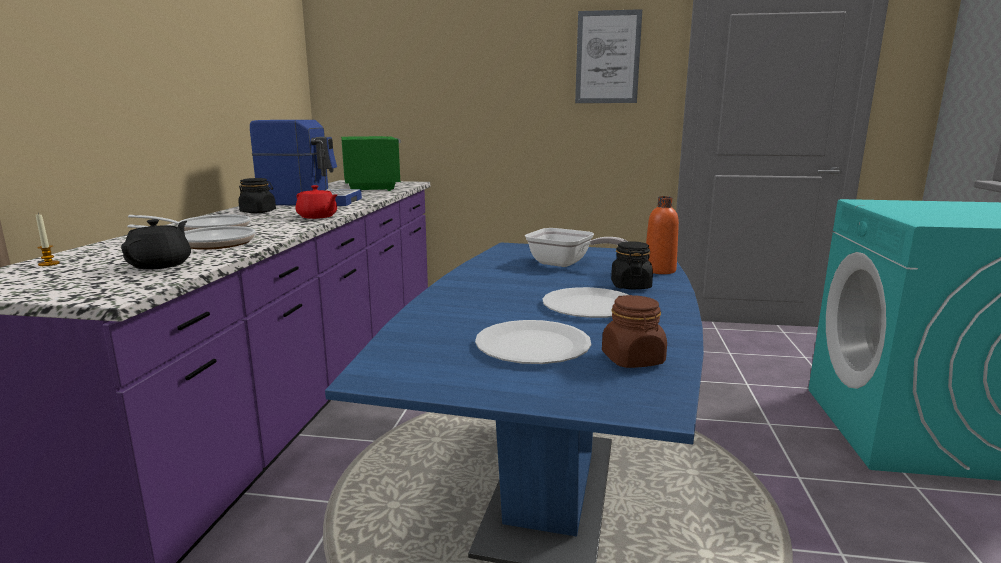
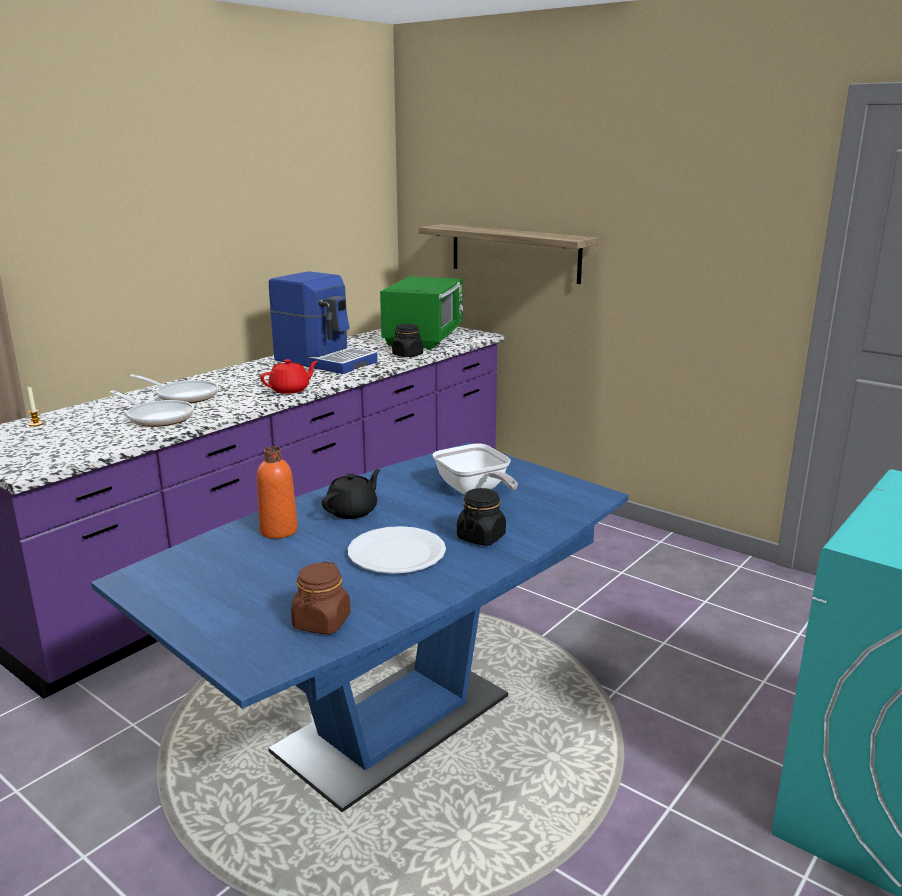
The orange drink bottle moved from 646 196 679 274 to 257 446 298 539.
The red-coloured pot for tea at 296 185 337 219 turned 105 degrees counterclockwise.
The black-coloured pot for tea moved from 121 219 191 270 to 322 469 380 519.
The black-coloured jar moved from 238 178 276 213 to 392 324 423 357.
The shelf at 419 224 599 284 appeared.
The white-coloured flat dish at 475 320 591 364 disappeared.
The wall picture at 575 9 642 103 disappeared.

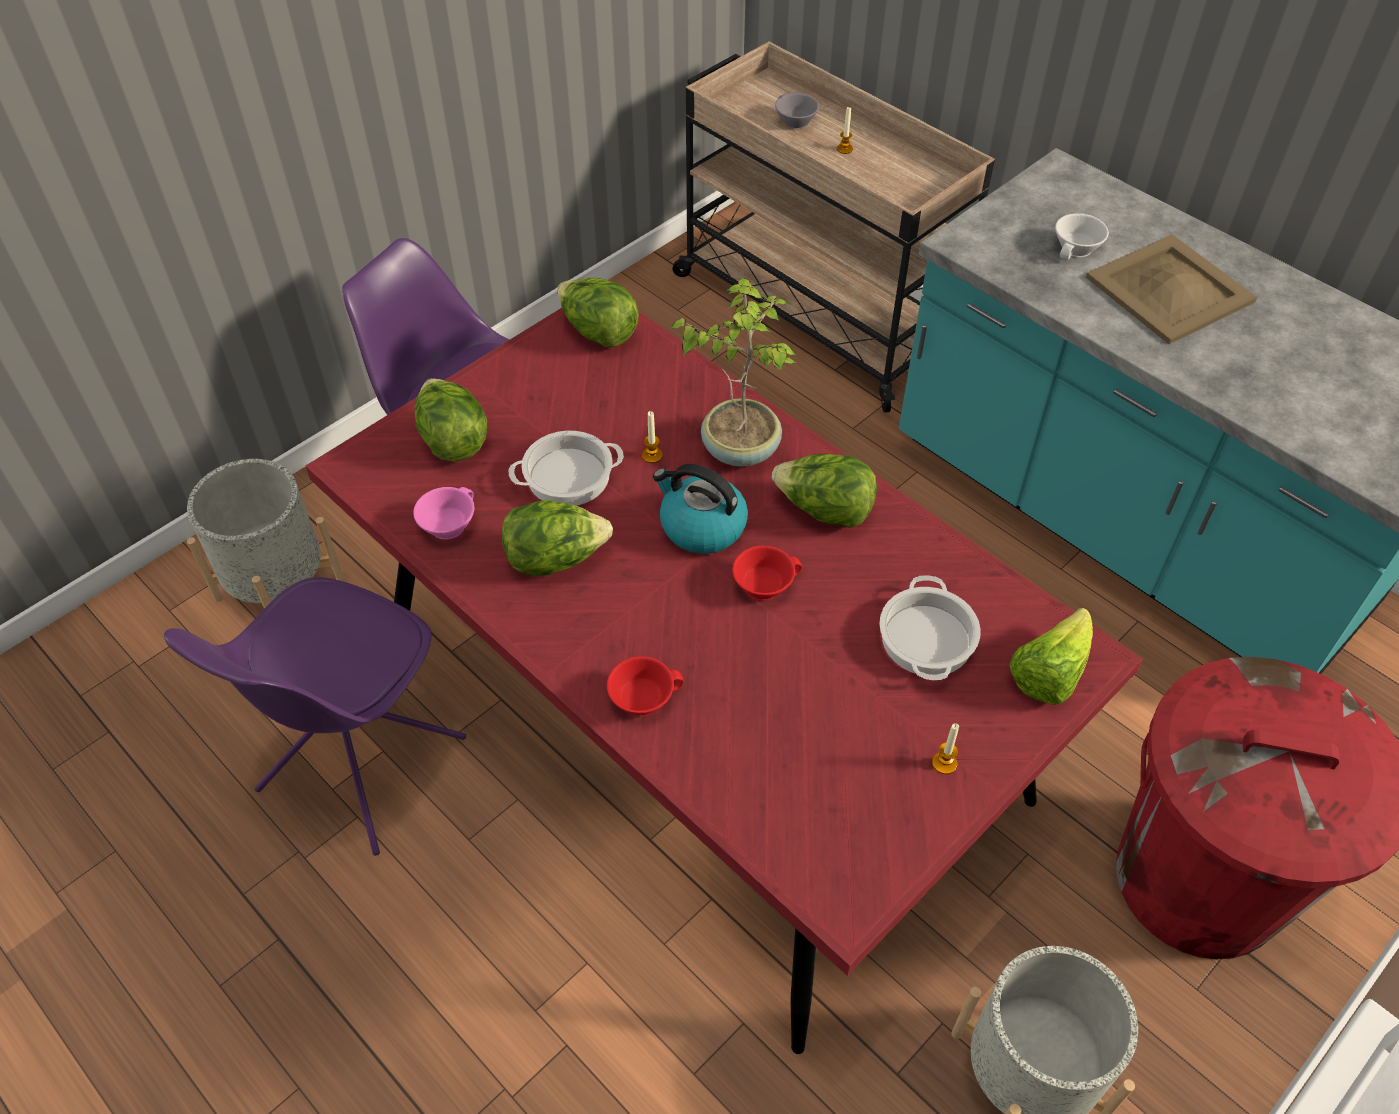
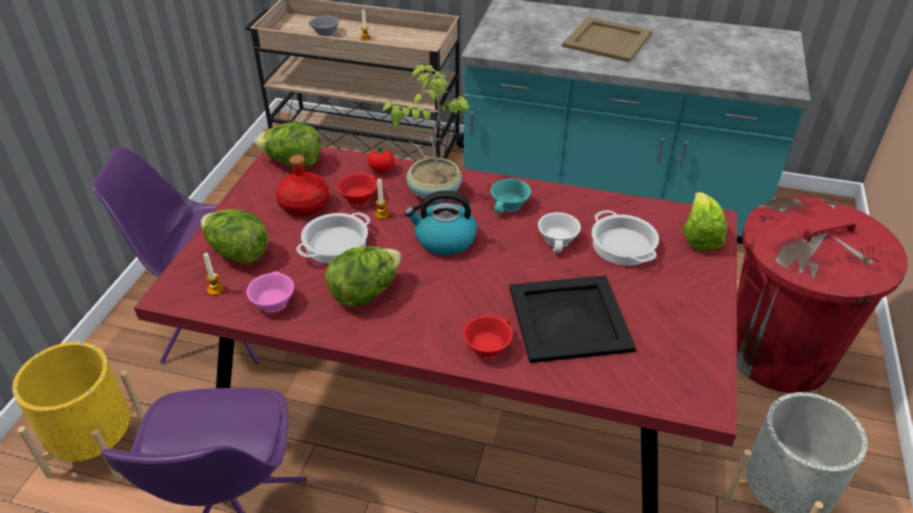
The grey plant pot at 187 459 344 609 became the yellow-coloured plant pot at 12 342 145 481.
The wax candle moved from 932 723 959 774 to 203 253 224 295.
The red-coloured drink bottle at 276 155 329 215 appeared.
The red-coloured drinking cup moved from 732 545 802 601 to 337 173 377 206.
The tomato at 368 145 394 172 appeared.
The head of lettuce at 772 454 877 528 was replaced by the blue-green drinking cup at 490 179 531 214.
The black-coloured tray at 509 275 636 363 appeared.
The white-coloured drinking cup moved from 1055 213 1109 260 to 538 212 581 253.

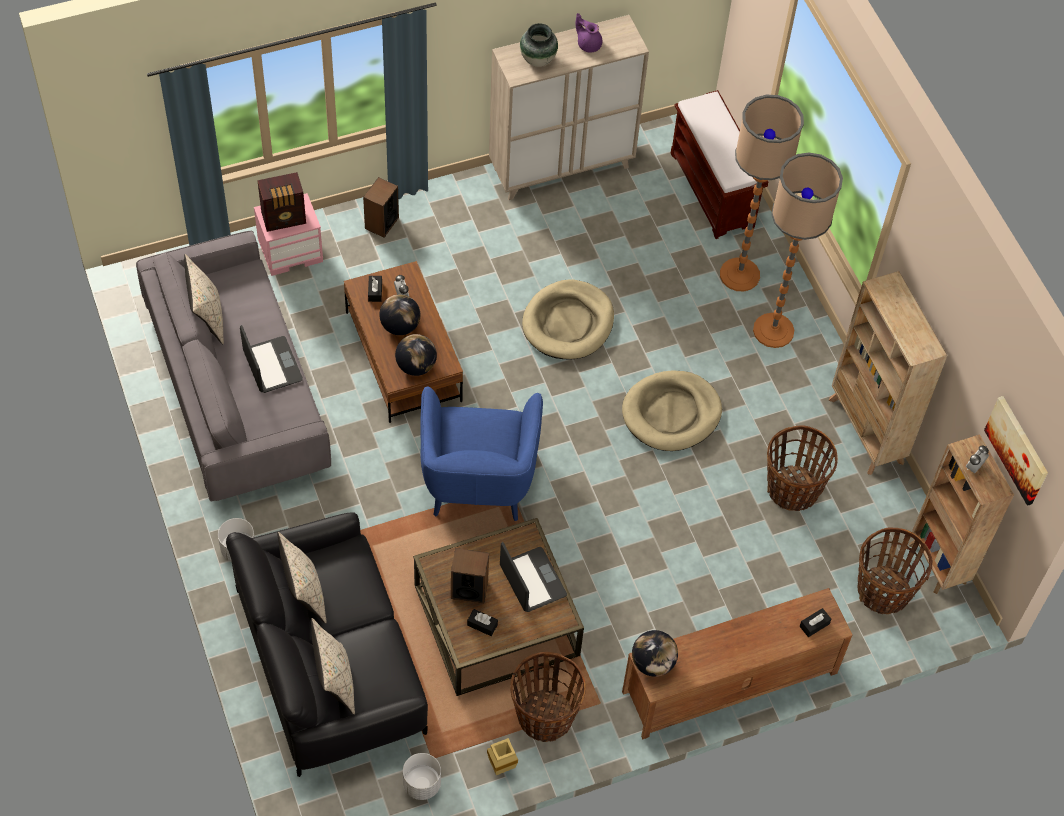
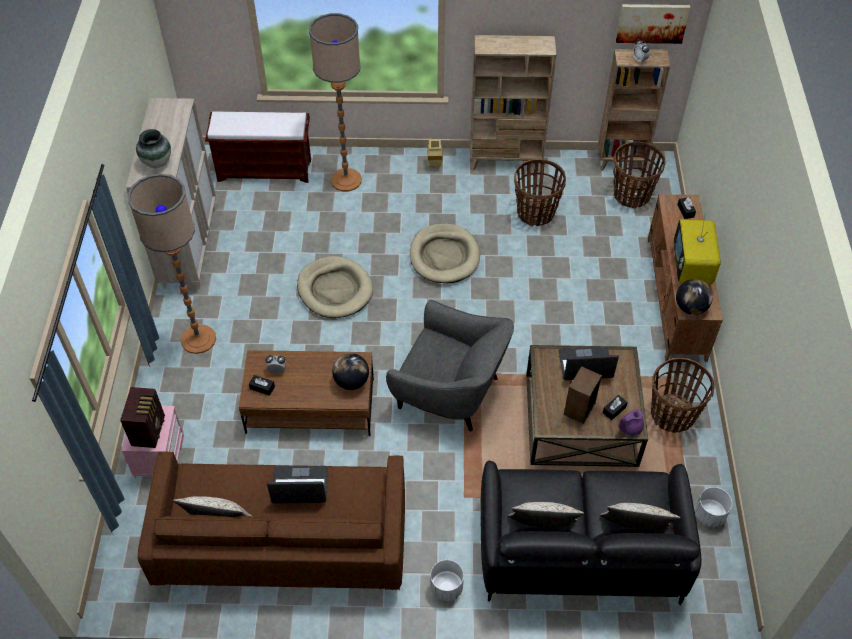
The floor lamp moved from 753 153 843 348 to 128 174 216 354.
The grey sofa at 136 231 331 501 became the brown-coloured sofa at 138 451 405 590.
The blue lounge chair at 420 387 543 521 became the grey lounge chair at 386 300 514 432.
The sand-coloured vase moved from 487 738 518 775 to 427 140 443 168.
The purple-coloured pot for tea moved from 575 13 602 52 to 619 409 644 436.
The TV set at 674 214 721 284 appeared.
The speaker at 363 177 399 238 disappeared.
The world globe at 379 294 420 335 disappeared.

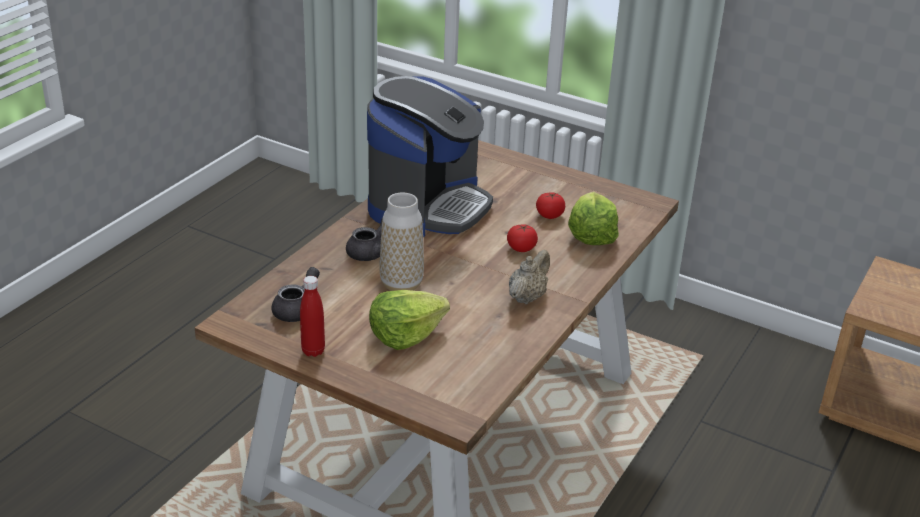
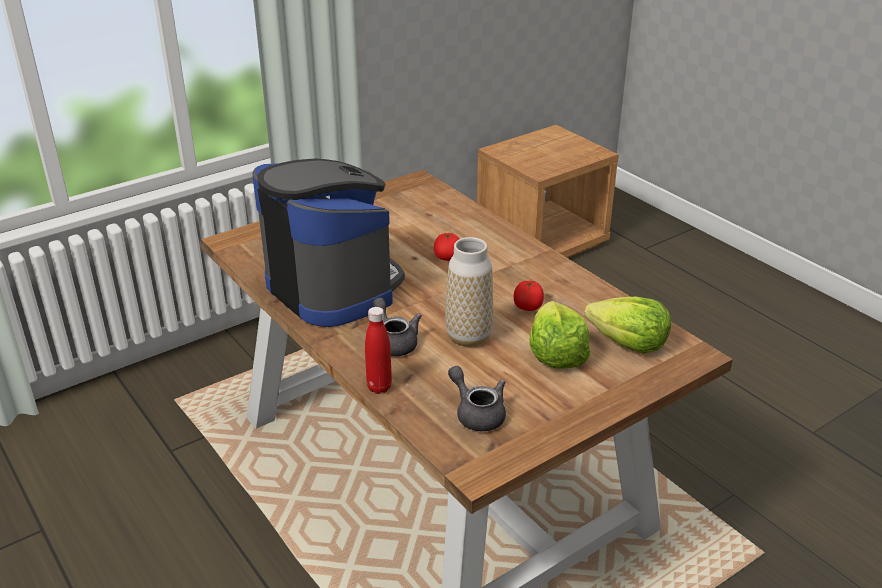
The red-coloured drink bottle moved from 300 276 325 357 to 365 307 392 394.
The tomato moved from 536 192 565 219 to 513 280 544 311.
The head of lettuce moved from 568 192 619 245 to 584 297 671 354.
The sand-coloured pot for tea at 509 250 550 304 disappeared.

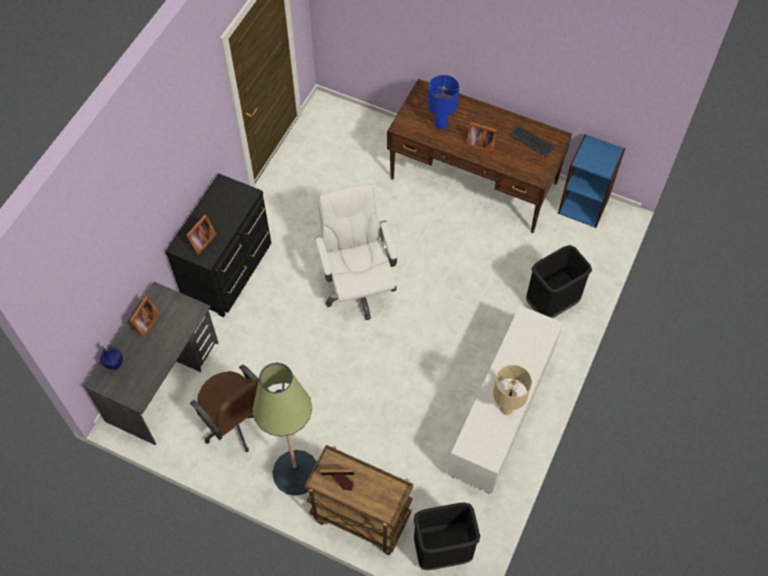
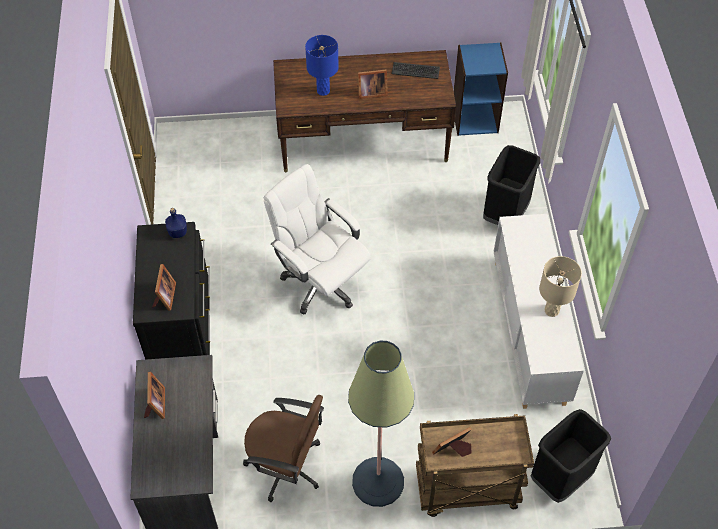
The blue drink bottle moved from 100 345 123 370 to 165 208 187 238.

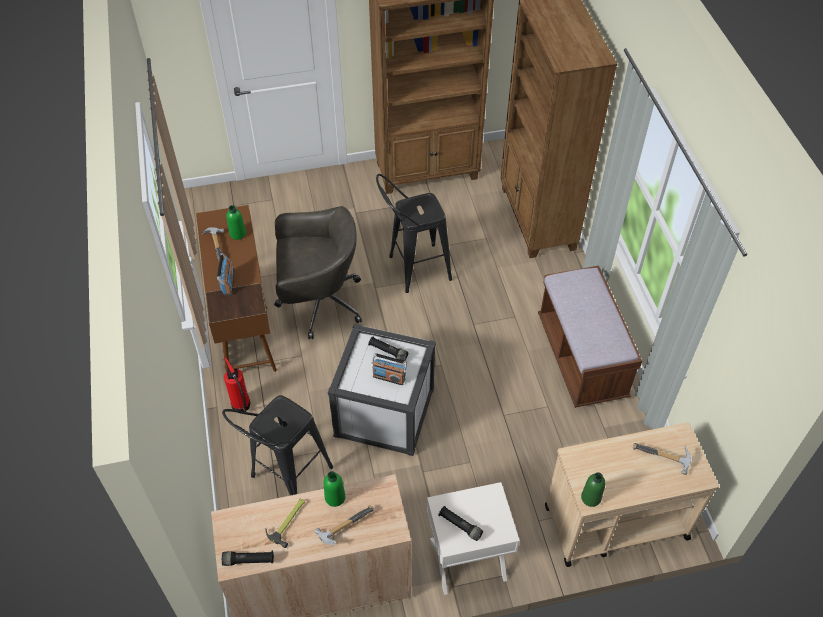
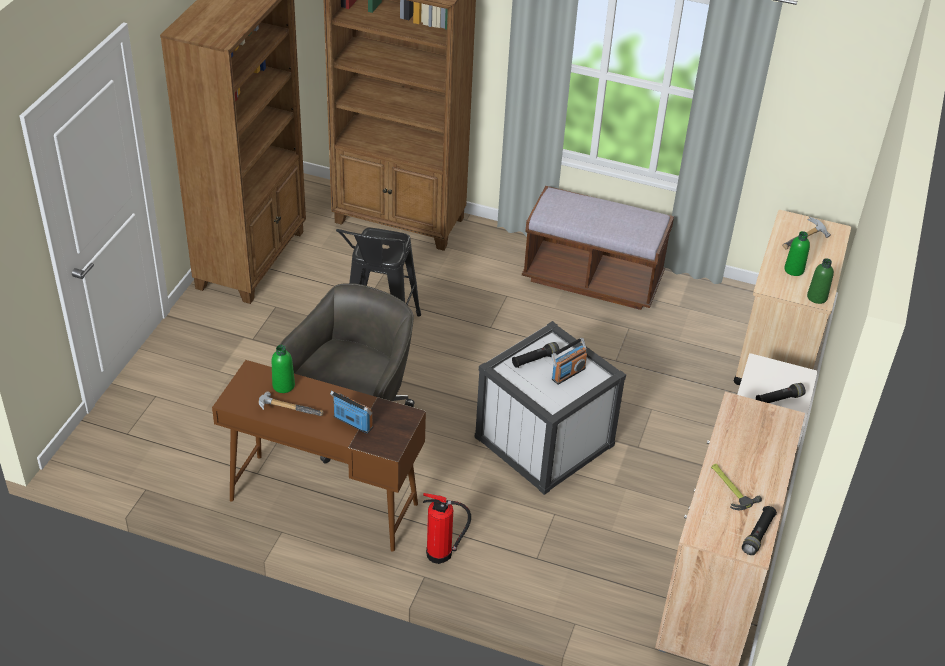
The green drink bottle moved from 323 471 345 507 to 784 231 810 276.
The black-coloured stool seat at 222 395 333 496 disappeared.
The tool hammer at 315 505 374 545 disappeared.

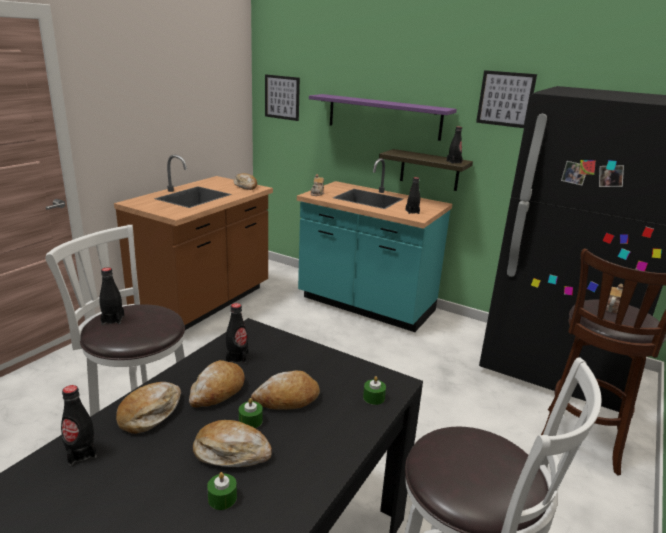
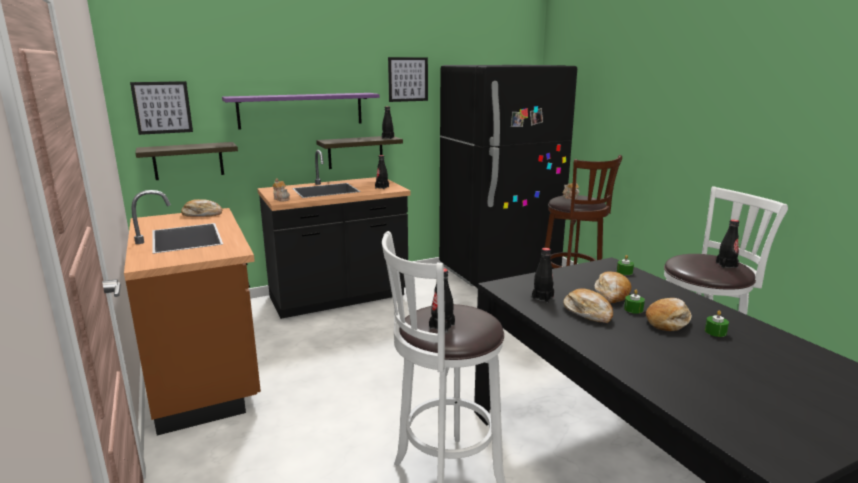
The shelf at 136 142 238 180 appeared.
The blue-green kitchen counter at 297 158 452 332 became the black-coloured kitchen counter at 257 150 410 319.
The black-coloured drink bottle moved from 61 385 97 466 to 716 220 739 268.
The bakery bread at 116 382 181 434 disappeared.

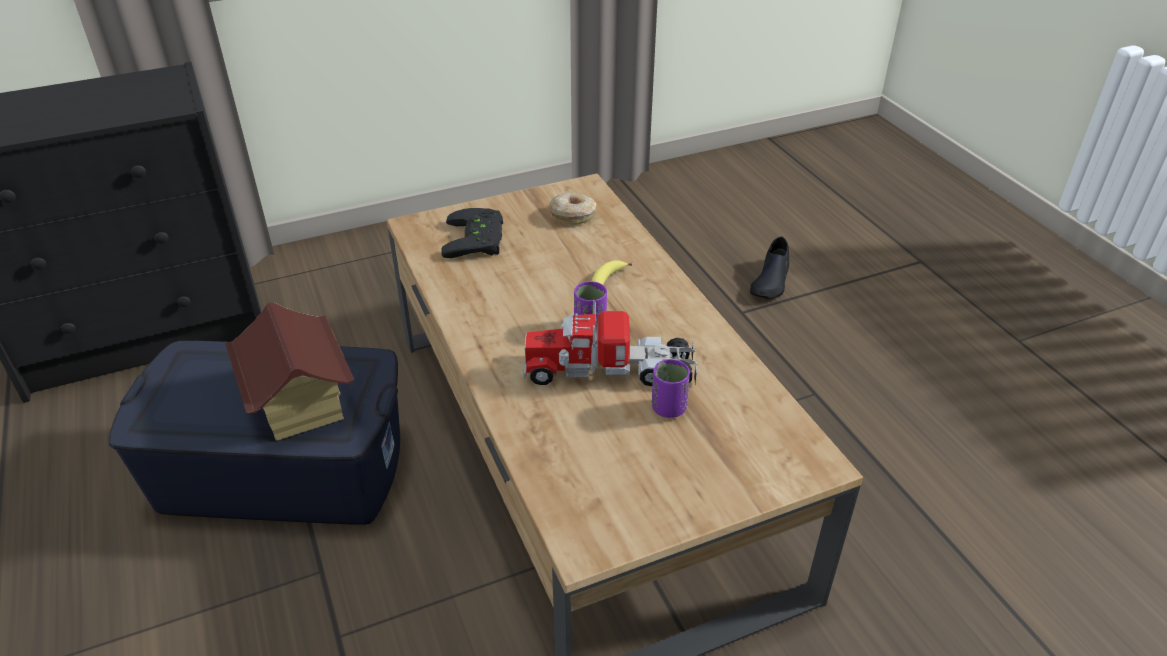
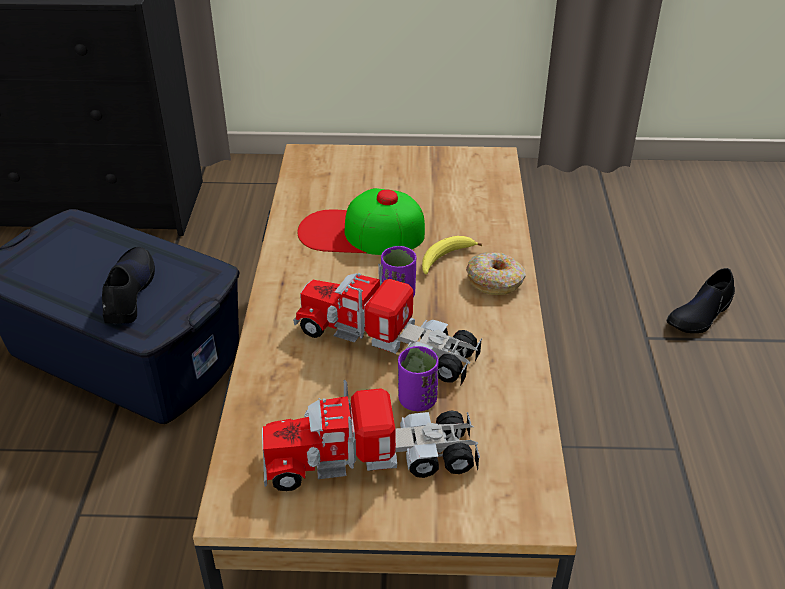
The model house at 225 302 355 441 was replaced by the black-coloured shoe at 102 247 155 324.
The toy lorry at 262 380 480 491 appeared.
The cap at 297 188 425 255 appeared.
The ring doughnut moved from 549 192 597 225 to 466 252 526 295.
The black-coloured joypad at 441 208 503 258 disappeared.

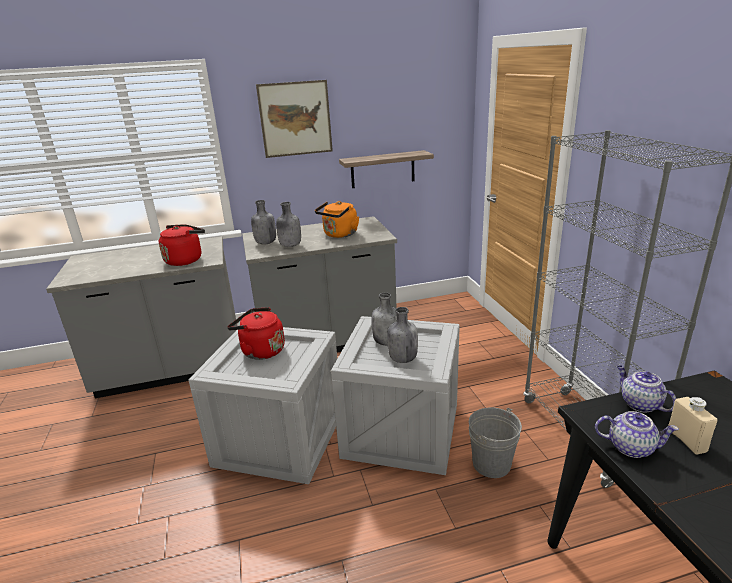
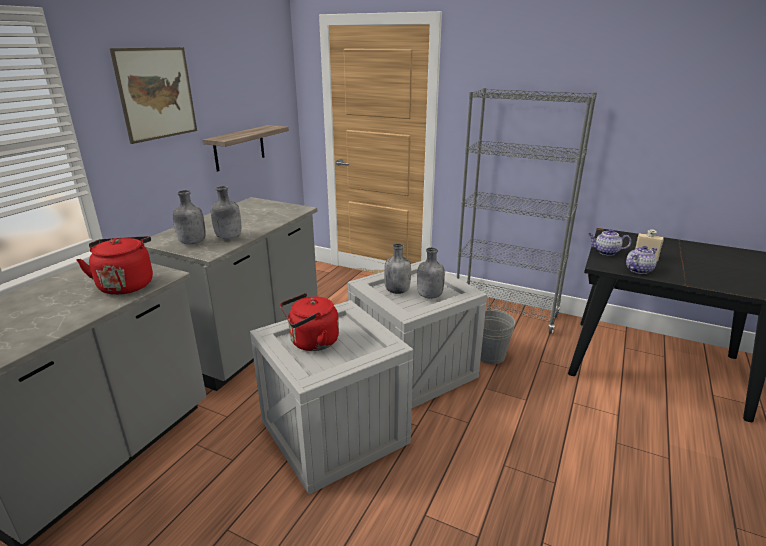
The orange kettle at 315 201 359 238 disappeared.

